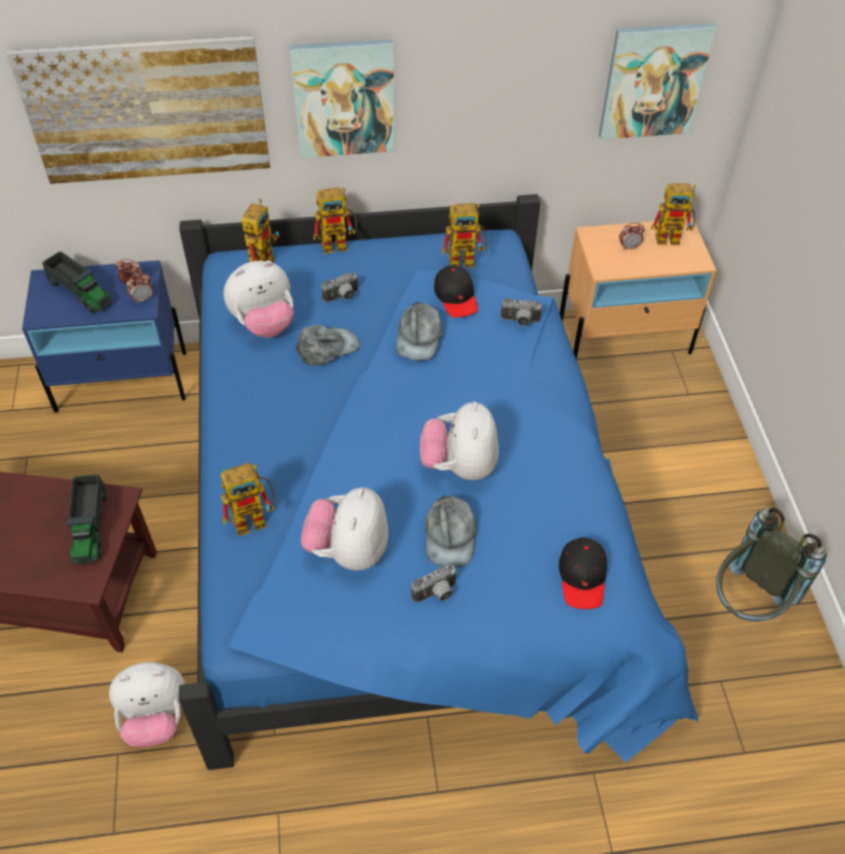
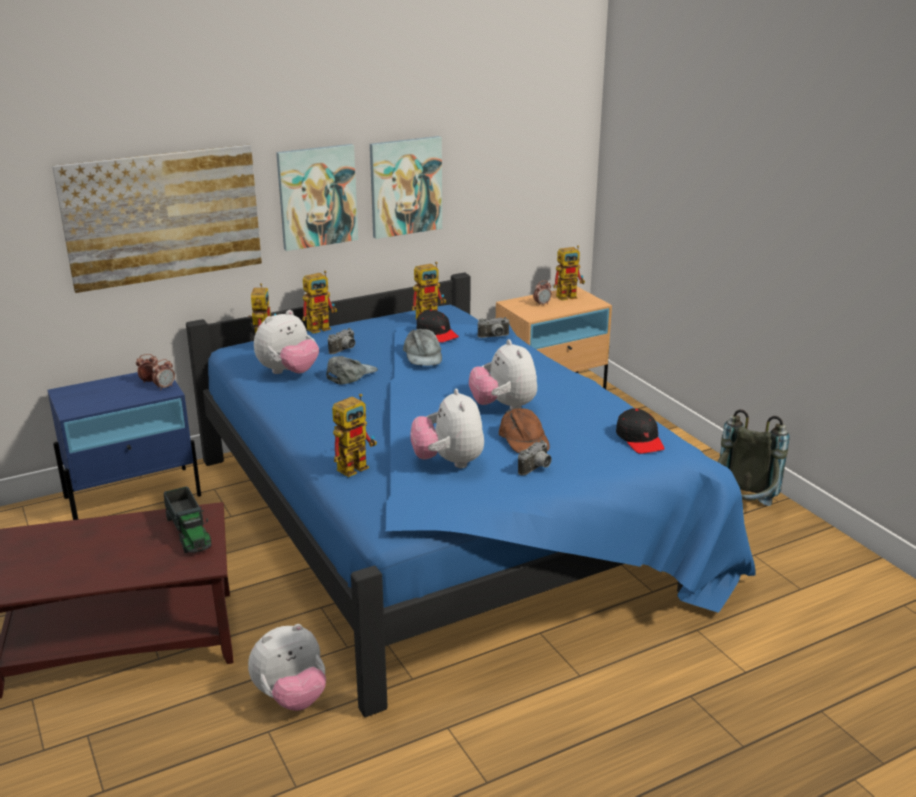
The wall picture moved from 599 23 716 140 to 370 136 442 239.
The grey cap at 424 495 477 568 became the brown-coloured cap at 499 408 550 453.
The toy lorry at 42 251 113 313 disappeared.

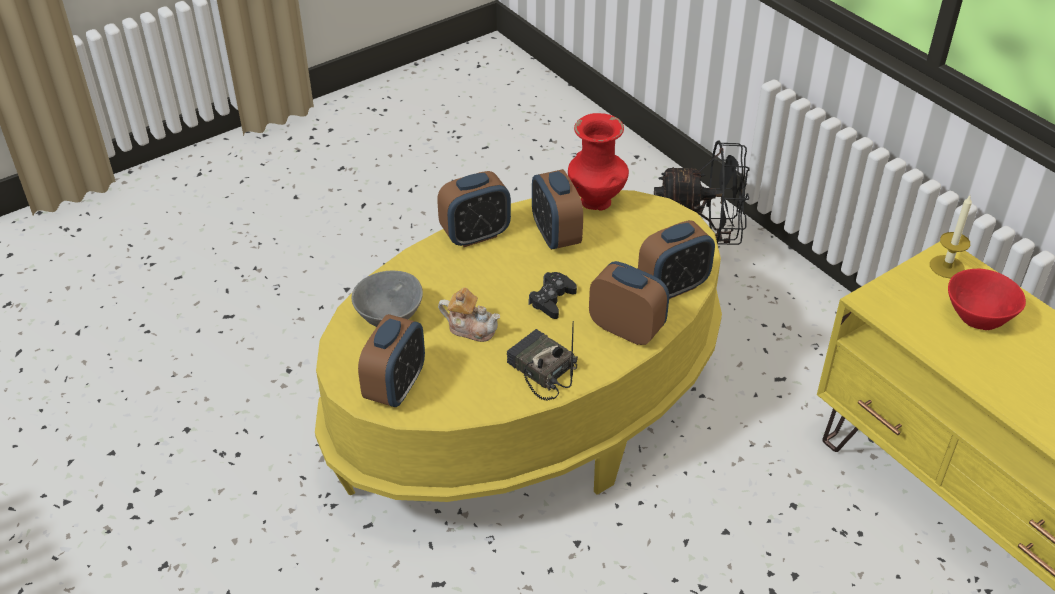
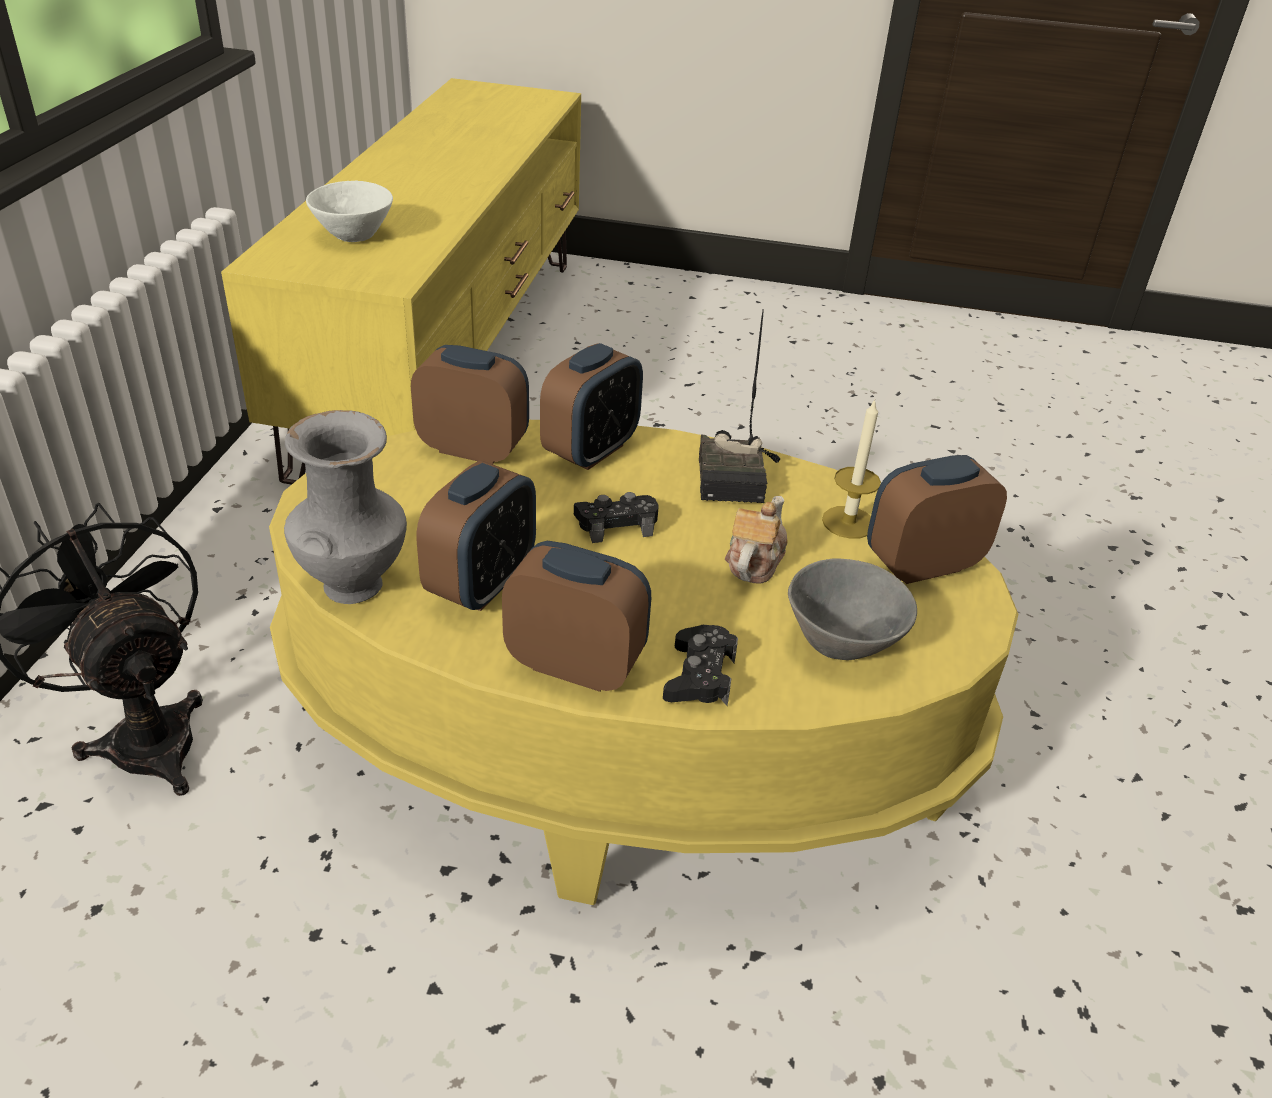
The red-coloured vase at 568 113 629 211 became the grey vase at 284 410 407 604.
The red-coloured bowl at 948 269 1026 330 became the white-coloured bowl at 306 181 393 242.
The bedside clock at 589 261 669 345 turned 135 degrees counterclockwise.
The black-coloured joypad at 663 625 738 706 appeared.
The pot for tea at 438 287 500 342 turned 45 degrees clockwise.
The wax candle moved from 930 196 972 278 to 822 399 881 539.

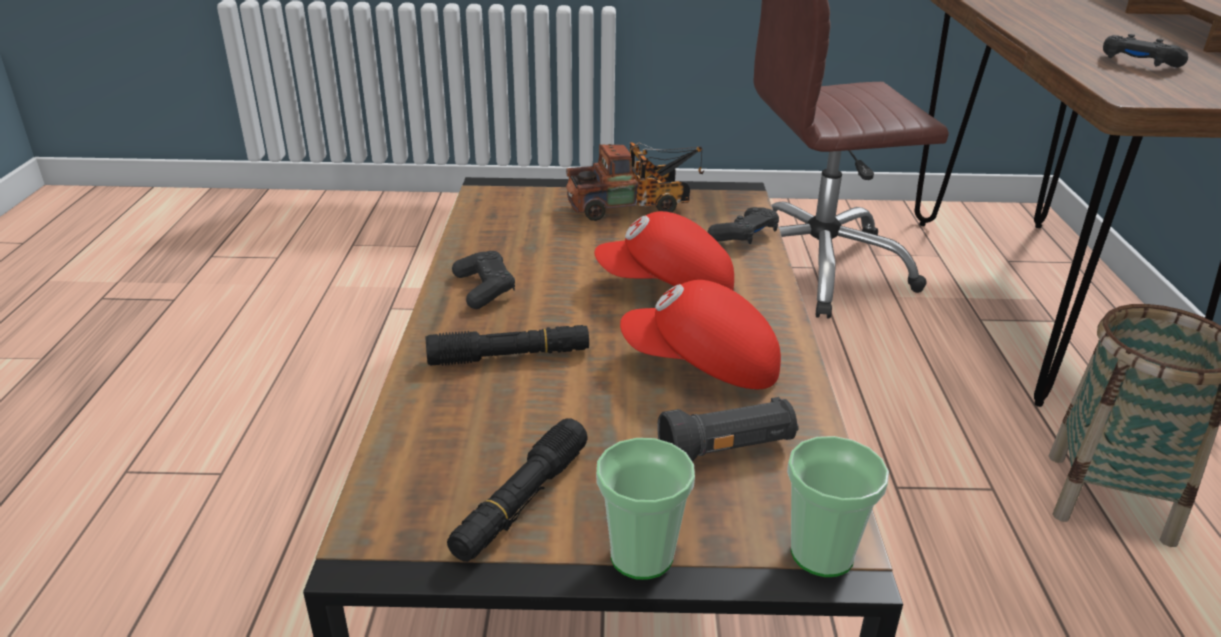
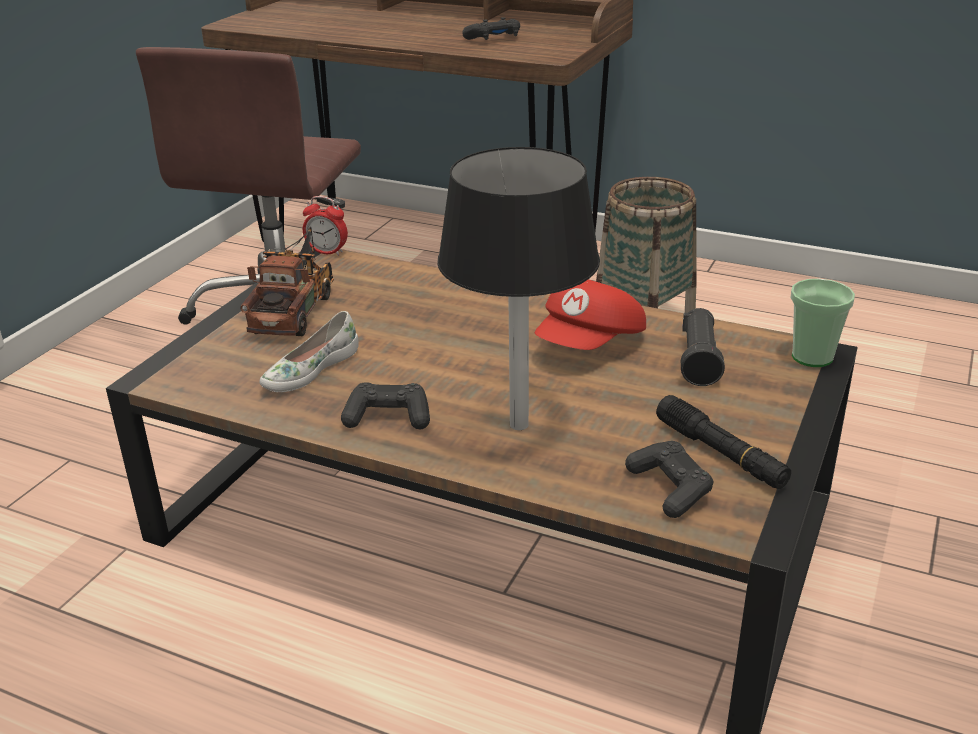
The white-coloured shoe at 259 311 359 392 appeared.
The bedside clock at 303 196 348 256 appeared.
The black-coloured flashlight at 426 325 589 366 was replaced by the black-coloured table lamp at 437 147 600 430.
The black-coloured joypad moved from 707 207 779 244 to 625 441 713 518.
The red-coloured cap at 594 211 734 290 disappeared.
The drinking cup at 596 438 695 580 disappeared.

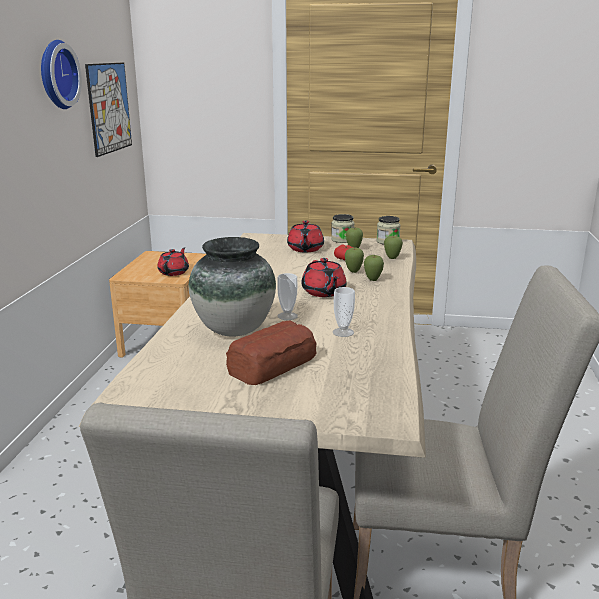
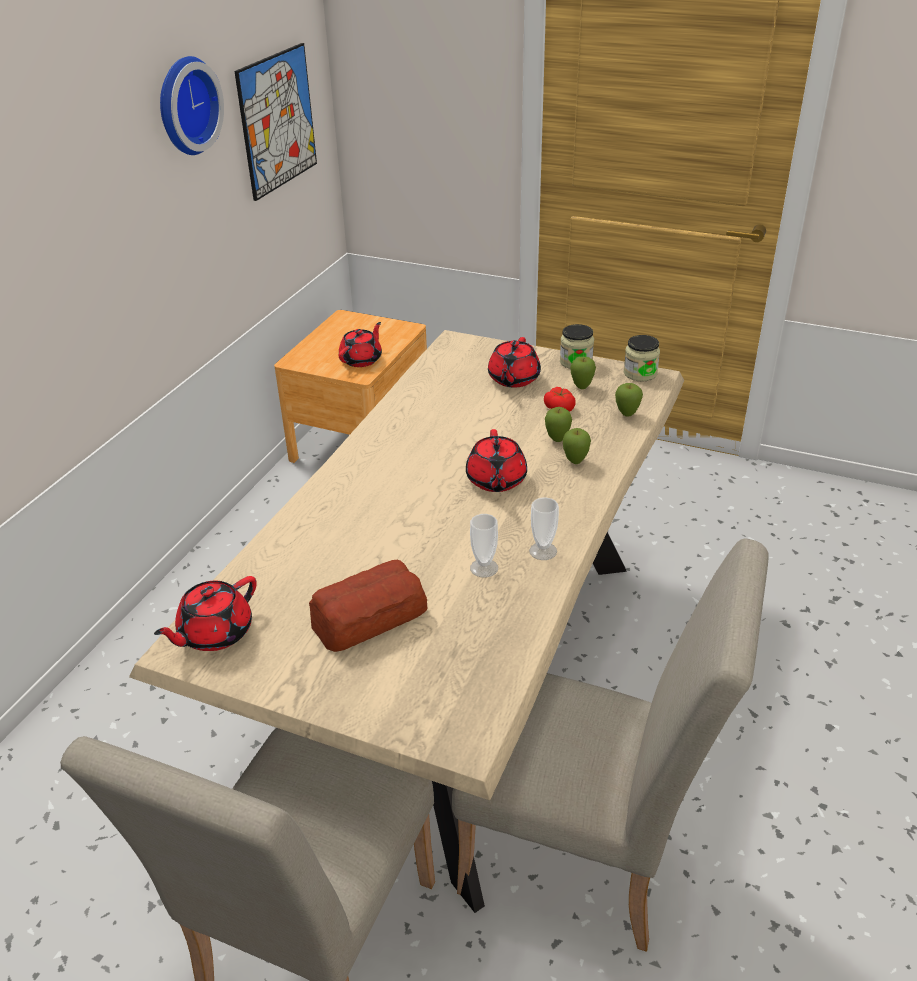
The red-coloured pot for tea at 154 576 257 651 appeared.
The drinking cup moved from 277 273 298 320 to 529 497 559 560.
The vase at 189 237 276 337 disappeared.

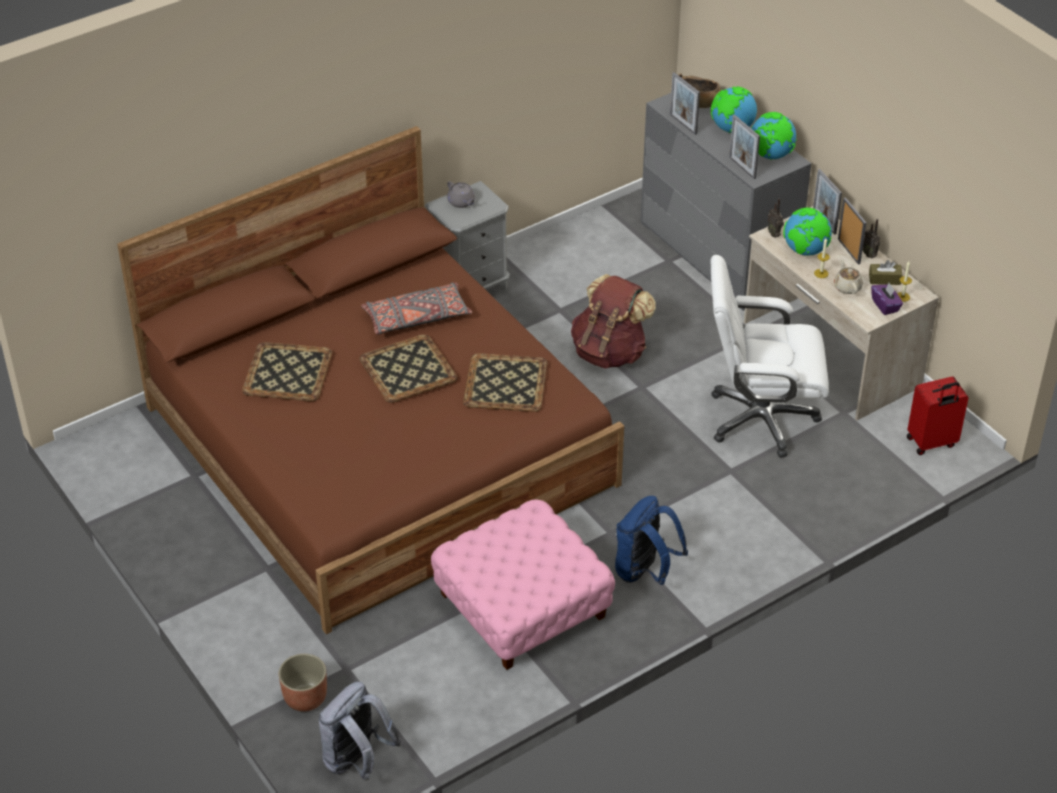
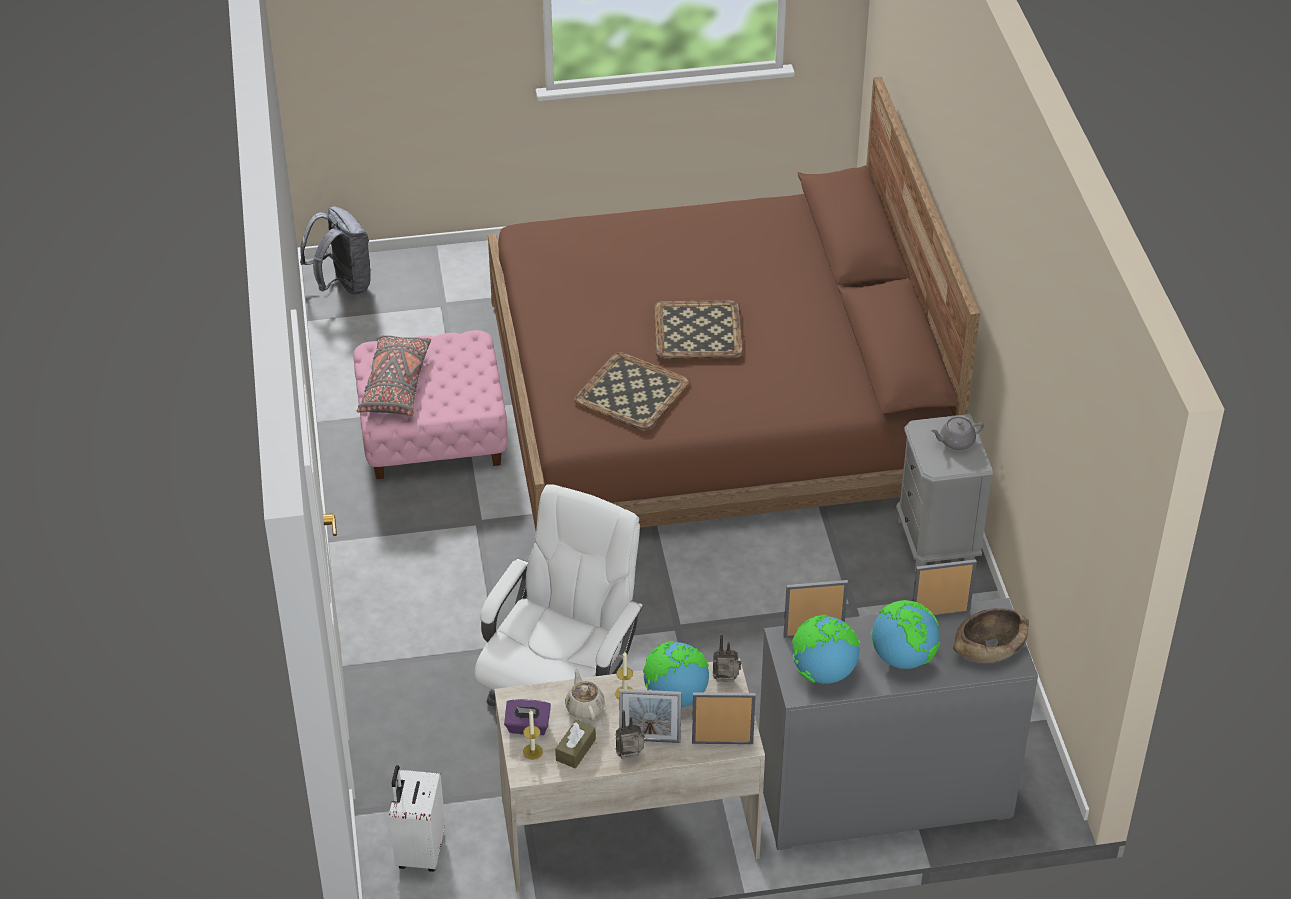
The grey throw pillow moved from 361 282 472 335 to 357 335 431 416.
The red-coloured suitcase at 907 376 968 455 became the white-coloured suitcase at 389 765 445 872.
The sand-coloured pot for tea at 834 258 863 294 turned 120 degrees counterclockwise.
The tray at 242 342 332 401 disappeared.
The plant pot at 279 654 327 712 disappeared.
The brown-coloured knapsack at 571 274 656 368 disappeared.
The blue knapsack at 615 496 688 585 disappeared.

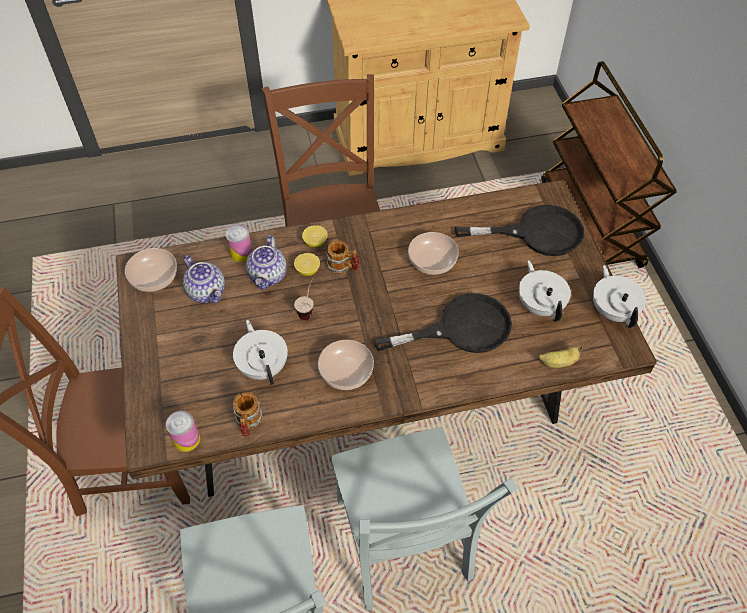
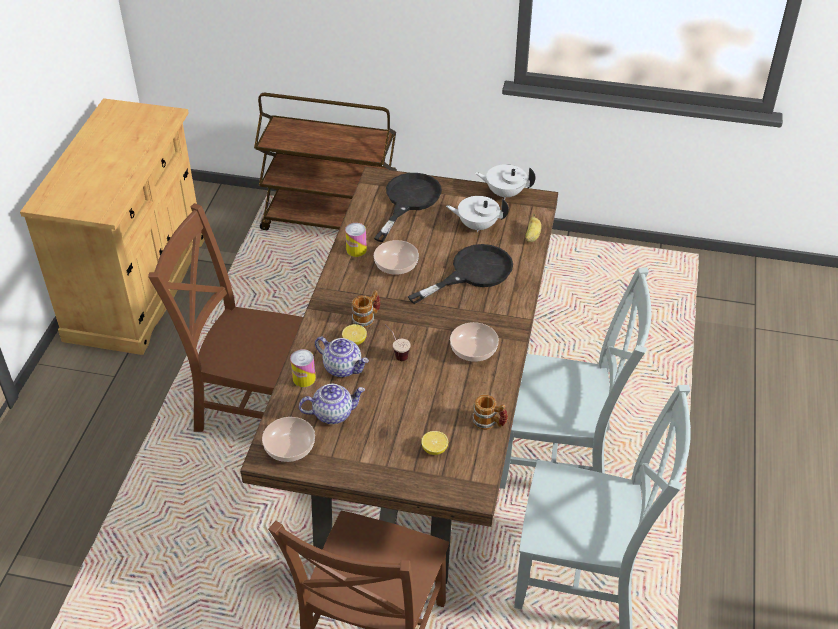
The can moved from 166 411 200 452 to 345 223 367 257.
The black-coloured skillet at 374 293 512 353 turned 45 degrees clockwise.
The lemon moved from 302 225 328 247 to 421 431 448 455.
The white-coloured pot for tea at 233 320 288 385 disappeared.

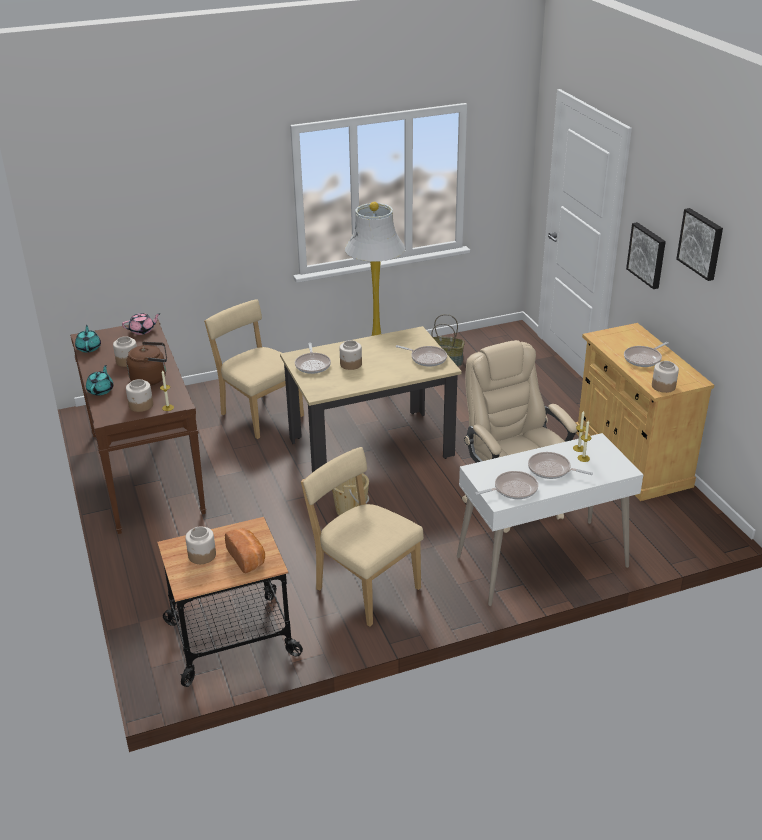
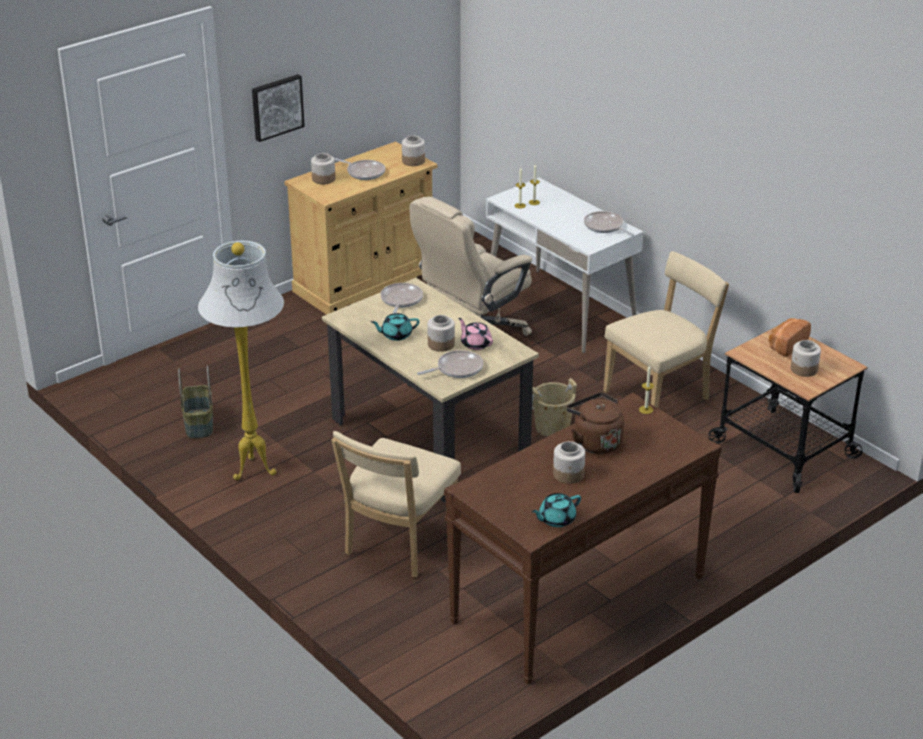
The jar moved from 126 379 153 412 to 311 153 335 185.
The blue-green pot for tea moved from 86 365 114 395 to 371 313 420 341.
The pink pot for tea moved from 122 313 161 335 to 458 318 493 350.
The sand-coloured chair at 301 447 424 627 turned 150 degrees counterclockwise.
The skillet at 528 452 593 479 disappeared.
The wall picture at 676 208 723 281 disappeared.

